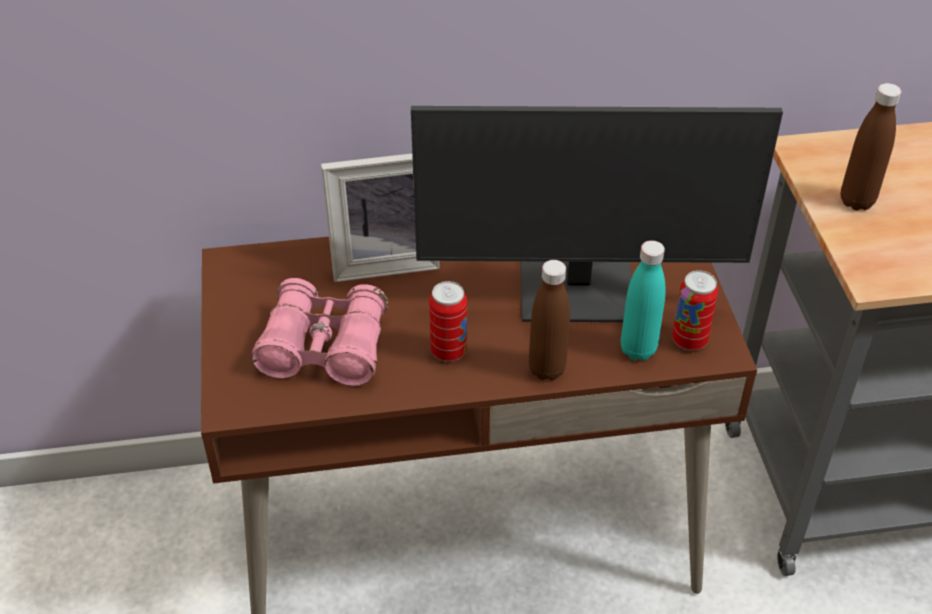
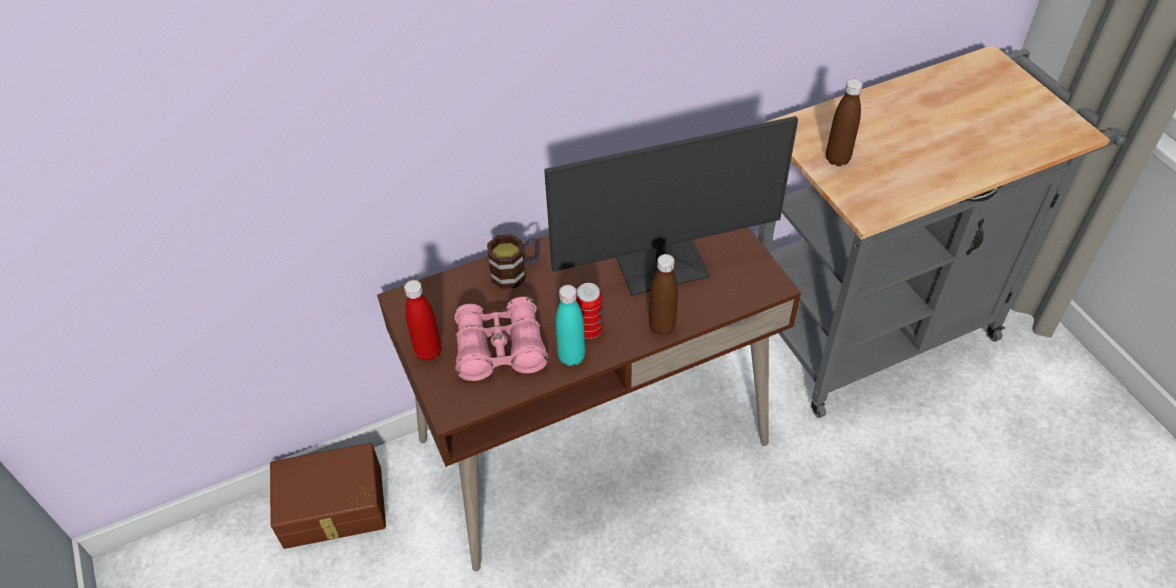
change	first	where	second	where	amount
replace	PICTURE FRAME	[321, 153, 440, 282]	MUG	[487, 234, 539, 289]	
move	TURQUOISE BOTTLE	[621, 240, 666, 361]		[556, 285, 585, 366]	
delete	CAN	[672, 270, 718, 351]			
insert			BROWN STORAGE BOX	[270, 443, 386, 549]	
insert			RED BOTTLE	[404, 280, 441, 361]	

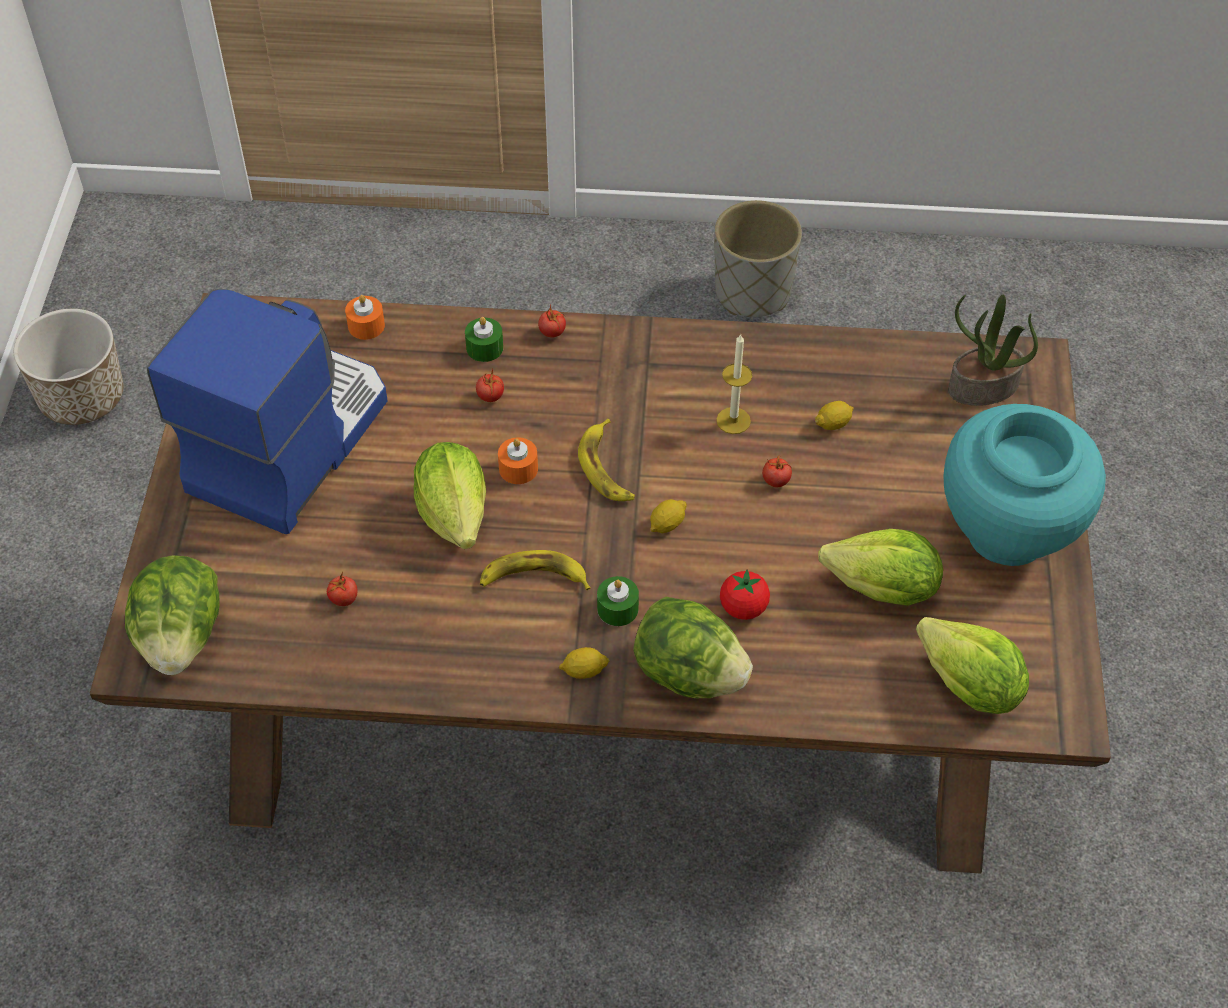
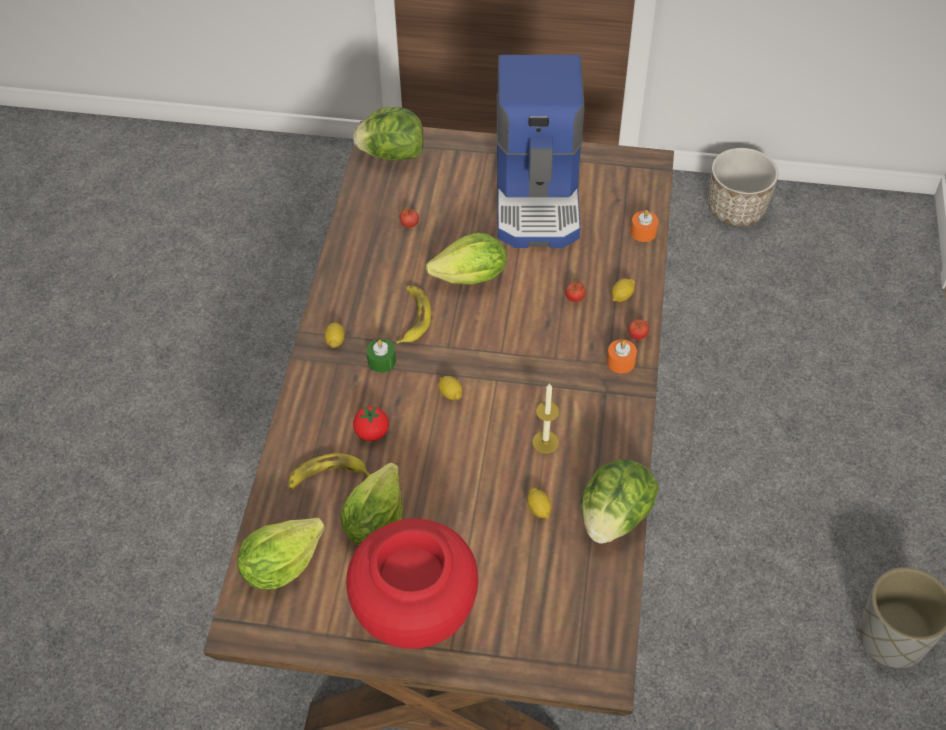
change	first	where	second	where	amount
rotate	COFFEE MACHINE	[147, 289, 388, 534]		[497, 55, 585, 248]	60 degrees clockwise
replace	GREEN CANDLE	[465, 317, 503, 362]	LEMON	[612, 279, 635, 302]	
move	ORANGE CANDLE	[498, 437, 538, 484]		[607, 339, 637, 374]	
move	BANANA	[578, 419, 635, 501]		[289, 453, 370, 489]	
move	LETTUCE	[633, 597, 753, 698]		[581, 459, 659, 544]	
delete	TOMATO	[762, 455, 792, 488]			
recolor	TURQUOISE VASE	[944, 404, 1106, 566]	RED VASE	[346, 518, 478, 649]	
delete	POTTED PLANT	[948, 295, 1038, 406]			

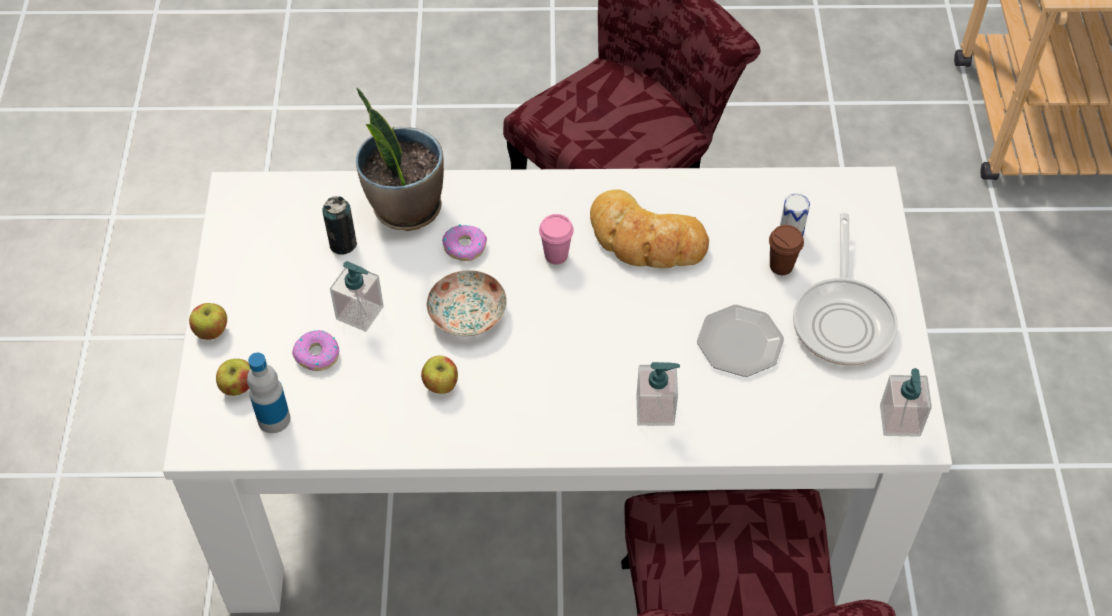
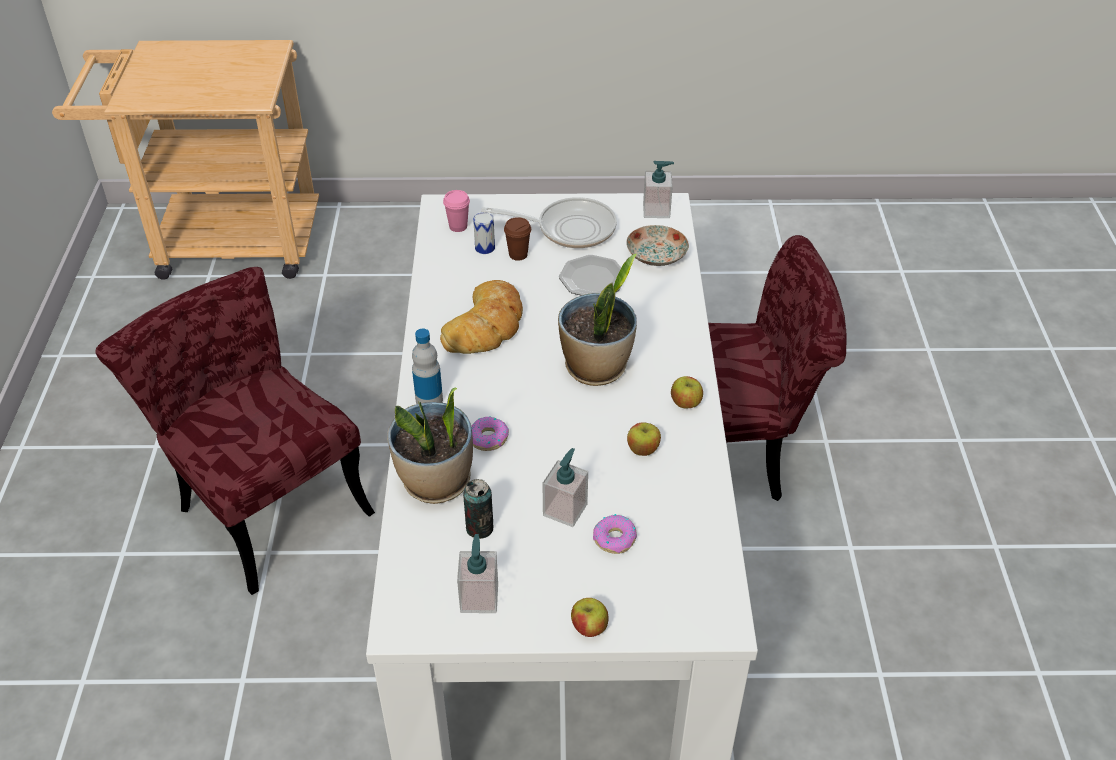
change	first	where	second	where	amount
move	APPLE	[216, 359, 250, 396]		[671, 376, 703, 408]	
move	BOTTLE	[247, 353, 290, 433]		[412, 329, 443, 404]	
move	PLATE	[427, 270, 507, 336]		[626, 225, 689, 266]	
move	PINK CUP	[539, 214, 574, 264]		[443, 190, 470, 232]	
move	SOAP DISPENSER	[636, 362, 680, 426]		[457, 534, 498, 613]	
insert			POTTED PLANT	[558, 254, 637, 386]	

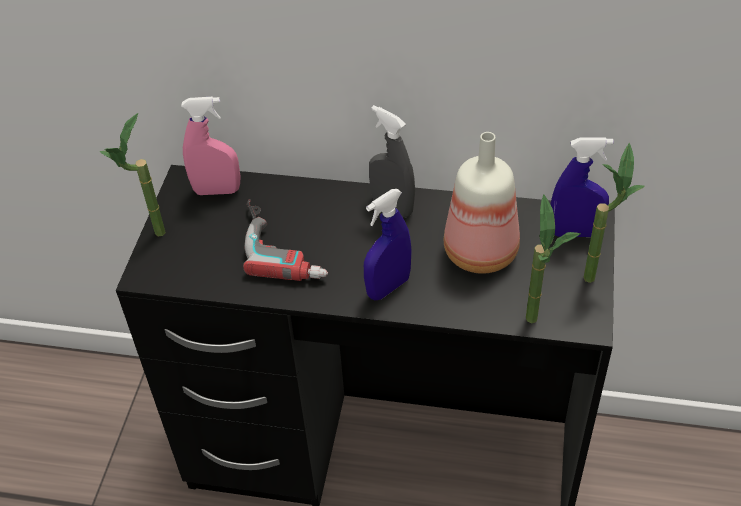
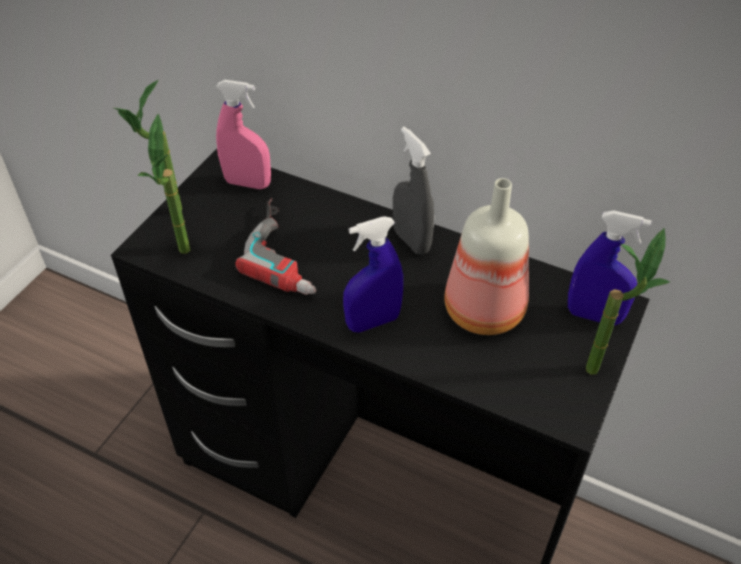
change	first	where	second	where	amount
move	POTTED PLANT	[526, 194, 581, 323]		[137, 114, 190, 254]	

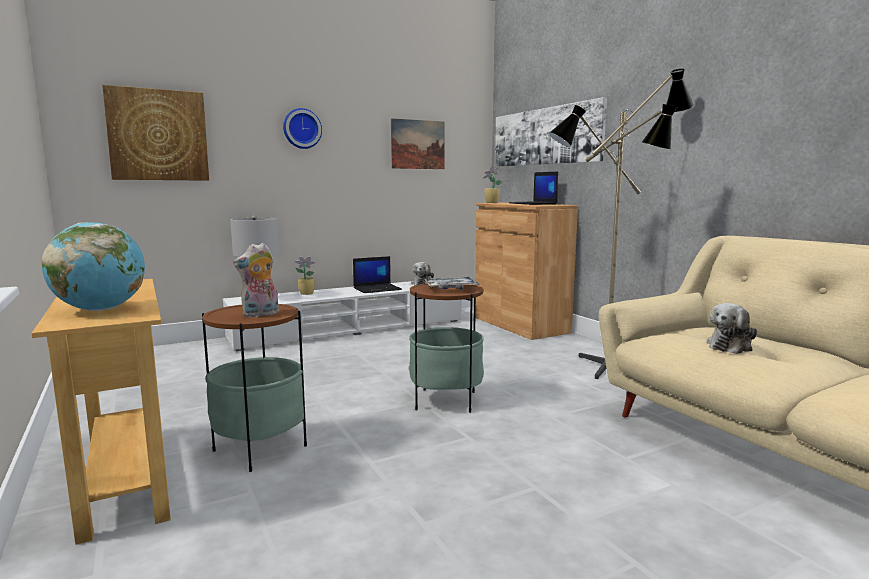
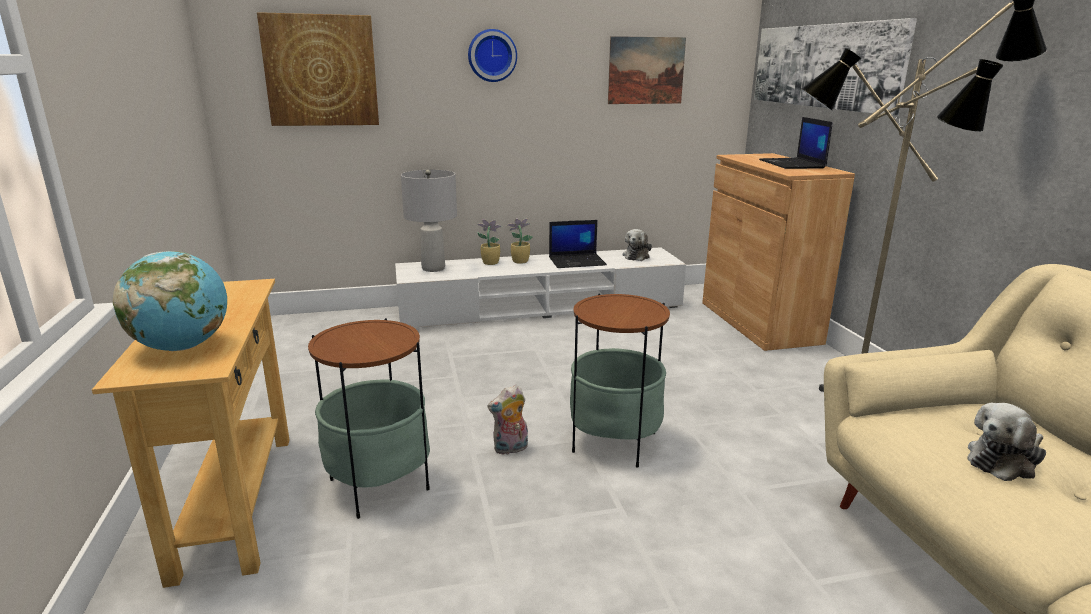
change	first	where	second	where	amount
move	PLUSH TOY	[233, 243, 279, 318]		[487, 385, 528, 455]	
delete	TRAY	[425, 277, 480, 290]			
move	POTTED PLANT	[483, 166, 503, 203]		[507, 218, 533, 264]	

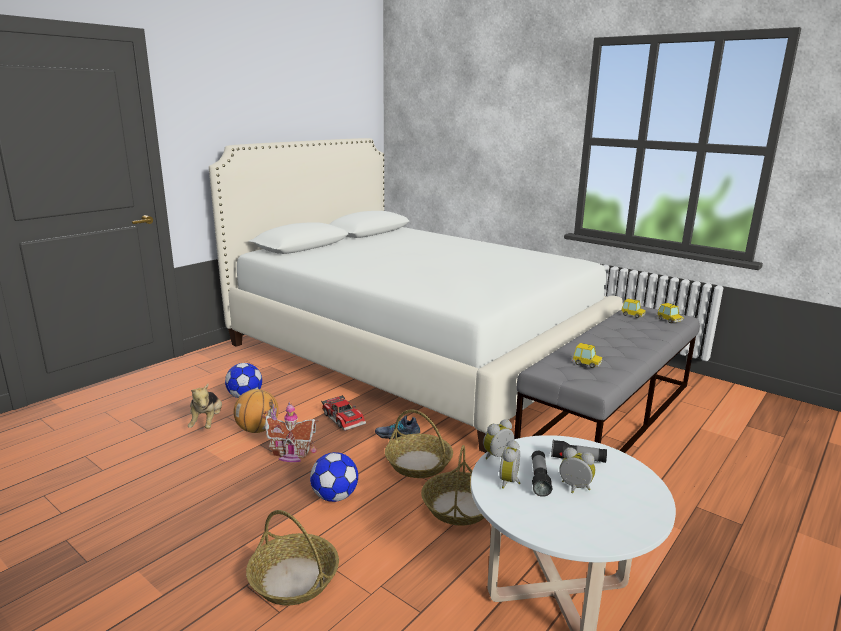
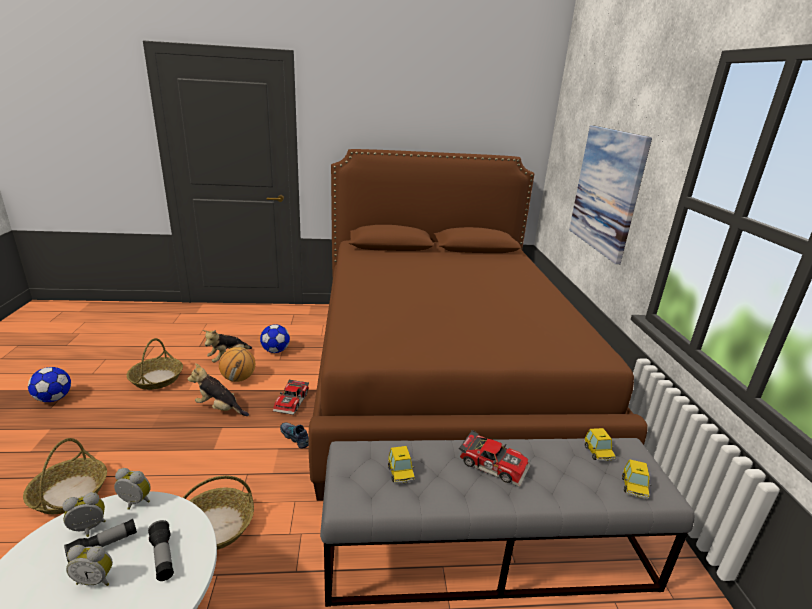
change	first	where	second	where	amount
recolor	WHITE BED	[209, 138, 623, 453]	BROWN BED	[308, 149, 648, 501]	
replace	TOY HOUSE	[262, 402, 319, 462]	PLUSH TOY	[188, 363, 249, 416]	
move	FOOTBALL	[310, 452, 358, 502]		[28, 367, 71, 402]	
move	BASKET	[385, 409, 453, 478]		[126, 338, 183, 390]	
rotate	ALARM CLOCK	[559, 448, 595, 493]		[66, 545, 113, 586]	105 degrees clockwise
insert			TOY CAR	[459, 430, 531, 487]	
insert			PICTURE	[569, 125, 652, 264]	

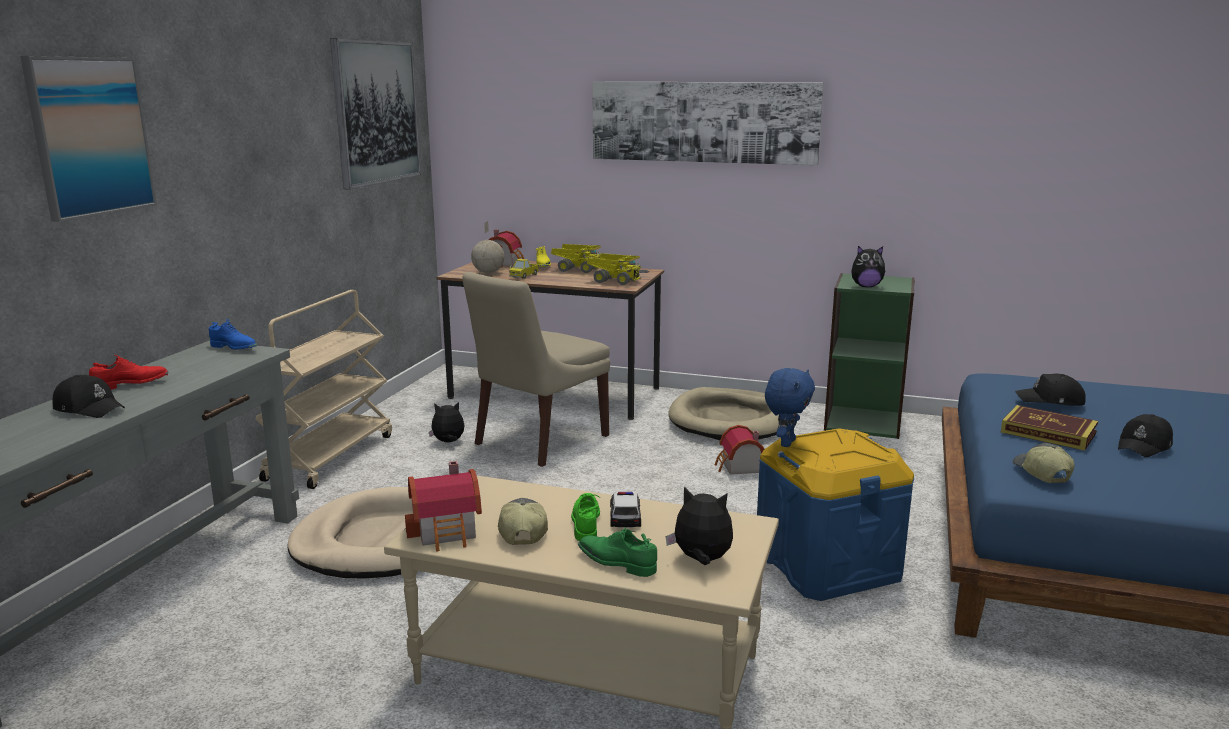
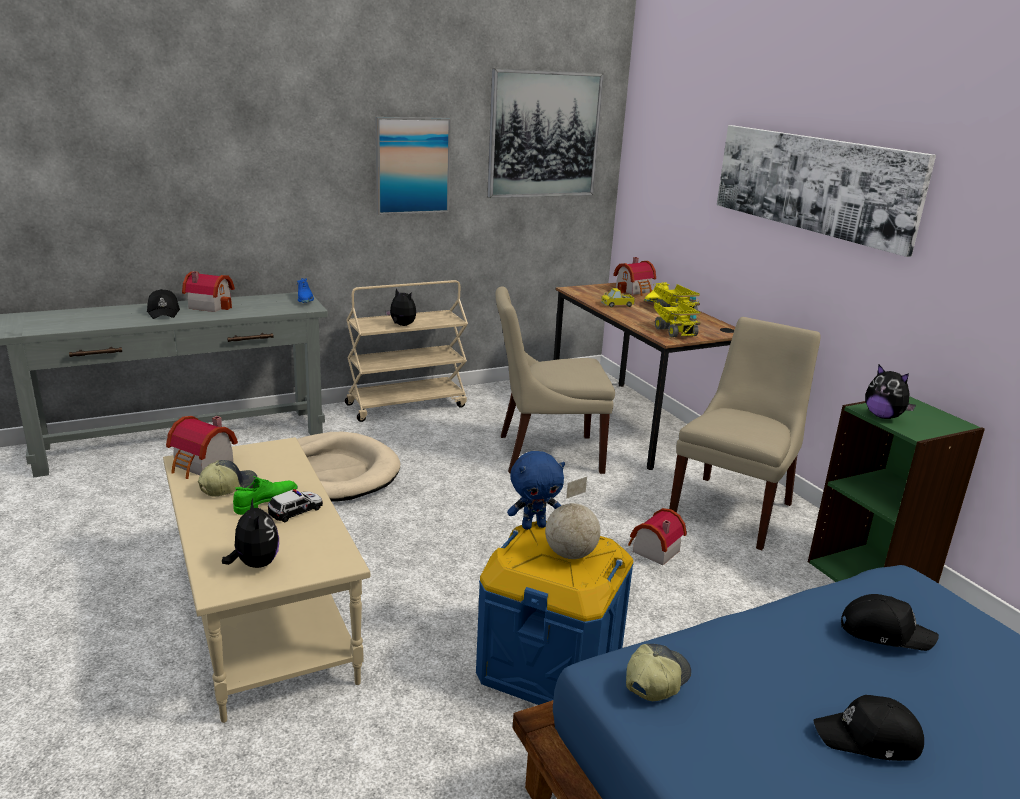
change	first	where	second	where	amount
move	PICTURE	[20, 56, 157, 222]		[376, 117, 451, 215]	
replace	RED SHOE	[89, 355, 168, 390]	TOY HOUSE	[182, 271, 235, 312]	
move	PLUSH TOY	[429, 402, 465, 442]		[385, 288, 416, 326]	
move	GLOBE	[471, 221, 504, 273]		[545, 477, 600, 559]	
delete	GREEN SHOE	[578, 527, 657, 577]			
replace	BEIGE DOG BED	[668, 387, 779, 440]	BEIGE CHAIR	[669, 317, 820, 550]	
delete	BOOK	[1001, 405, 1098, 451]			
rotate	BLACK CAP	[1015, 373, 1085, 406]		[841, 594, 939, 651]	135 degrees clockwise

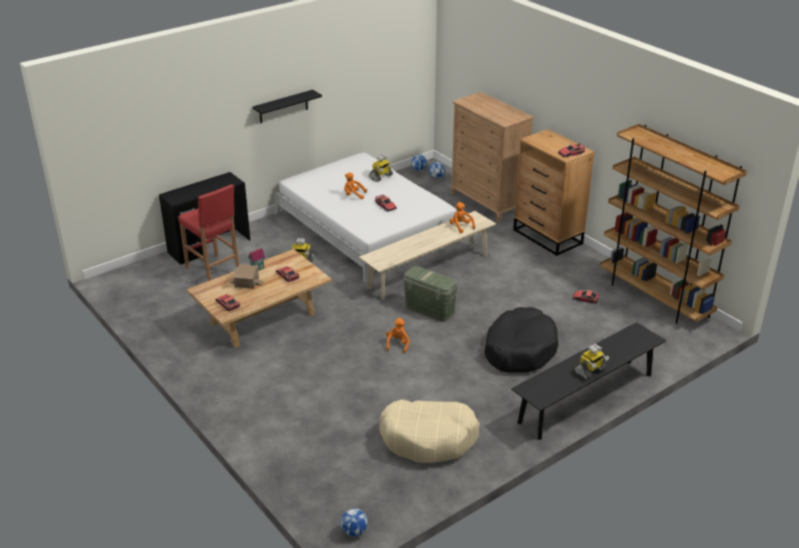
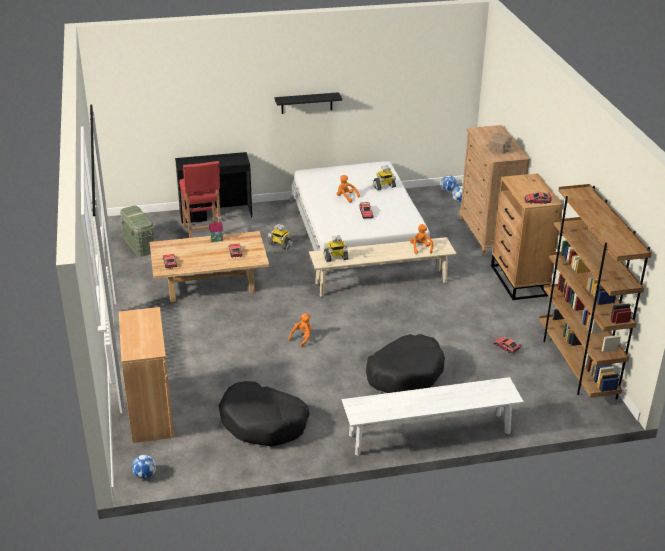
change	first	where	second	where	amount
move	TOY HOUSE	[230, 264, 264, 289]		[485, 133, 514, 154]	
recolor	BEIGE DOG BED	[379, 400, 480, 463]	BLACK DOG BED	[219, 381, 310, 447]	
move	GREEN STORAGE BOX	[403, 266, 458, 322]		[120, 206, 154, 257]	
recolor	BLACK BENCH	[511, 322, 666, 440]	WHITE BENCH	[342, 377, 524, 456]	
move	TOY ROBOT	[574, 344, 609, 380]		[324, 235, 349, 262]	
insert			BROWN CABINET	[119, 307, 174, 443]	

